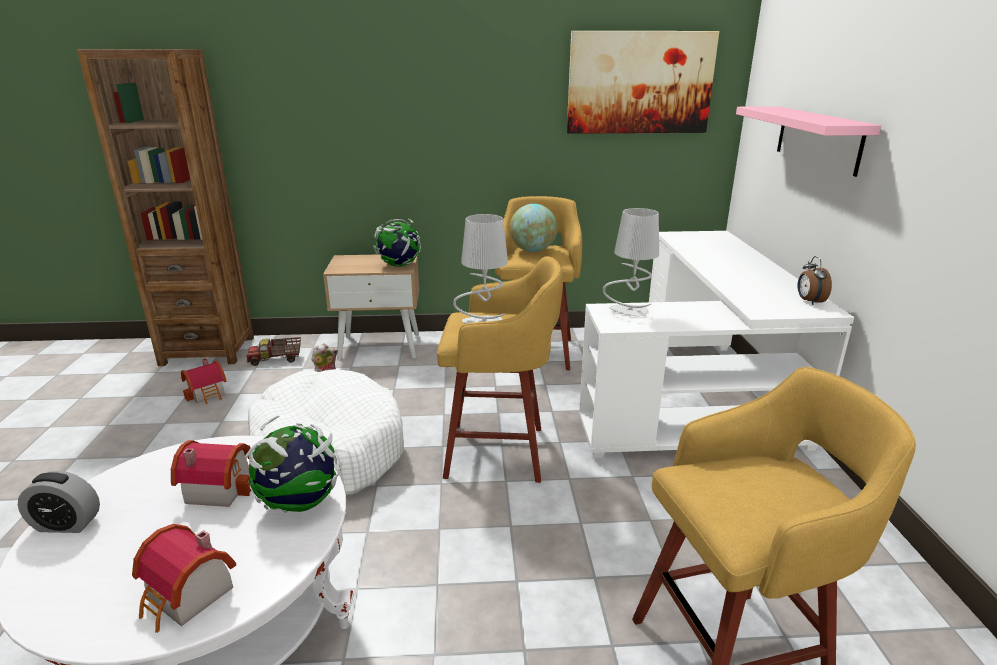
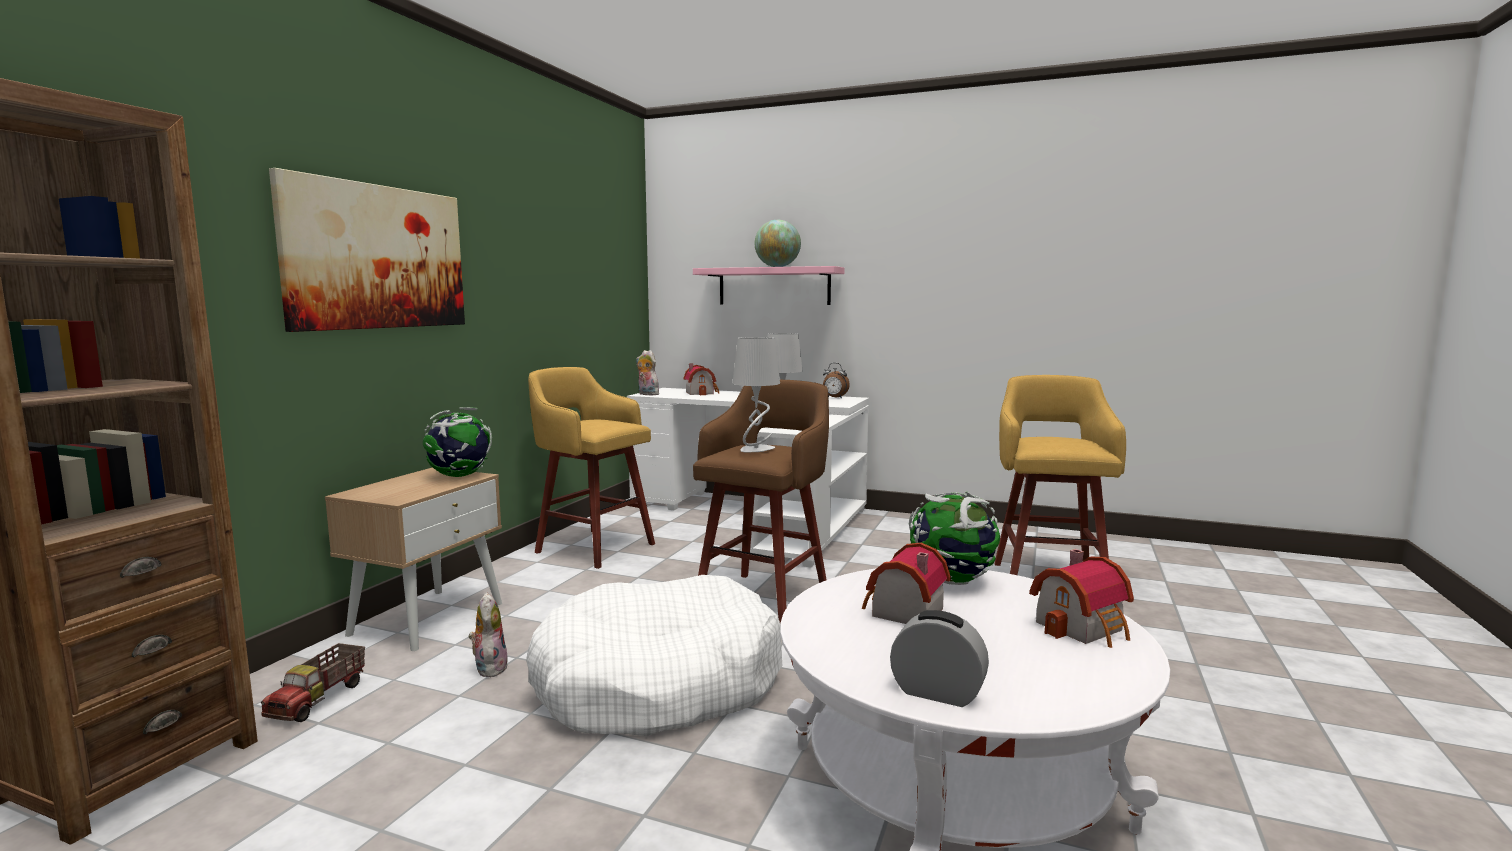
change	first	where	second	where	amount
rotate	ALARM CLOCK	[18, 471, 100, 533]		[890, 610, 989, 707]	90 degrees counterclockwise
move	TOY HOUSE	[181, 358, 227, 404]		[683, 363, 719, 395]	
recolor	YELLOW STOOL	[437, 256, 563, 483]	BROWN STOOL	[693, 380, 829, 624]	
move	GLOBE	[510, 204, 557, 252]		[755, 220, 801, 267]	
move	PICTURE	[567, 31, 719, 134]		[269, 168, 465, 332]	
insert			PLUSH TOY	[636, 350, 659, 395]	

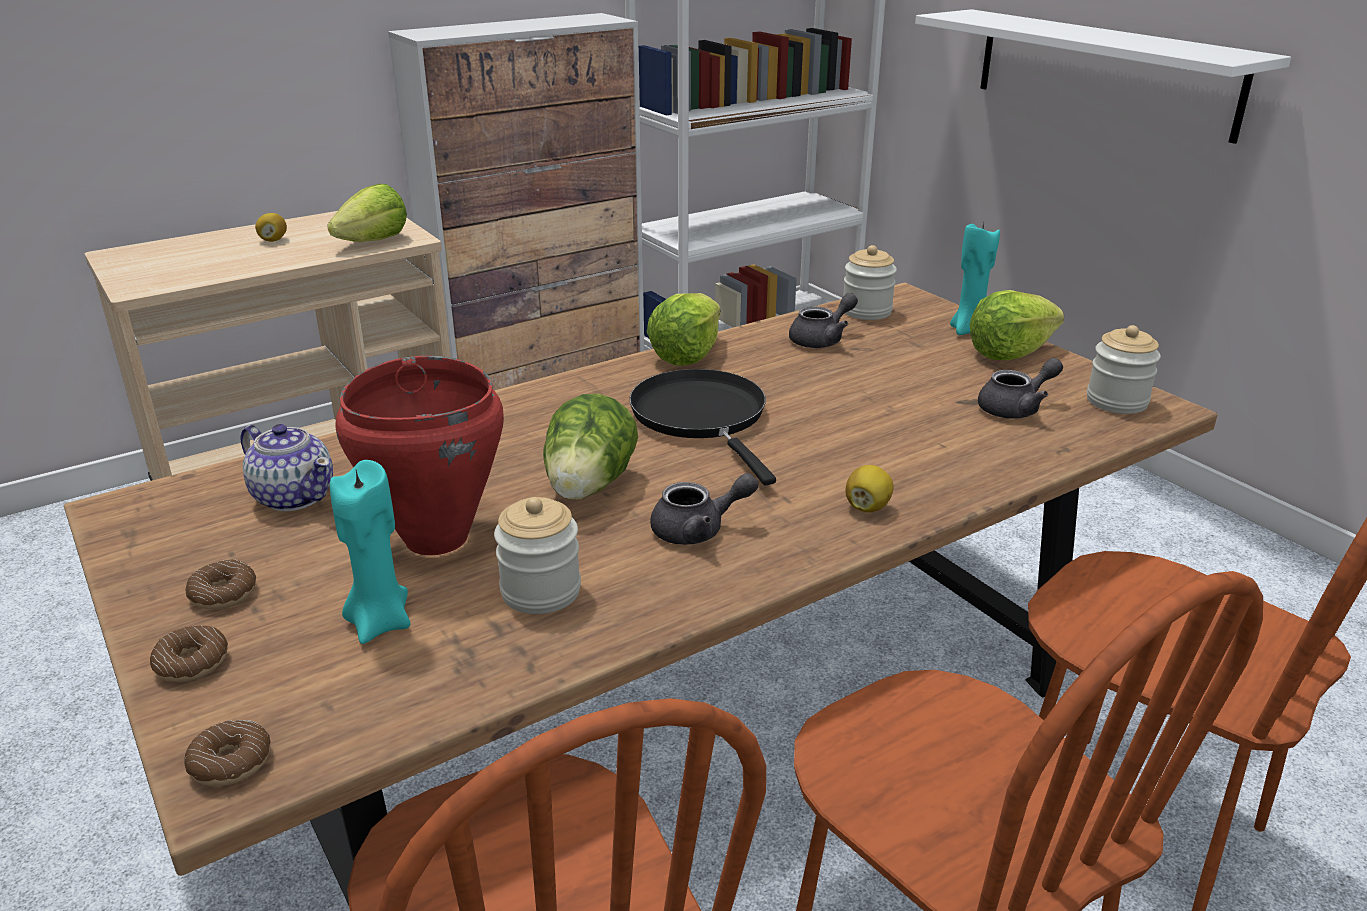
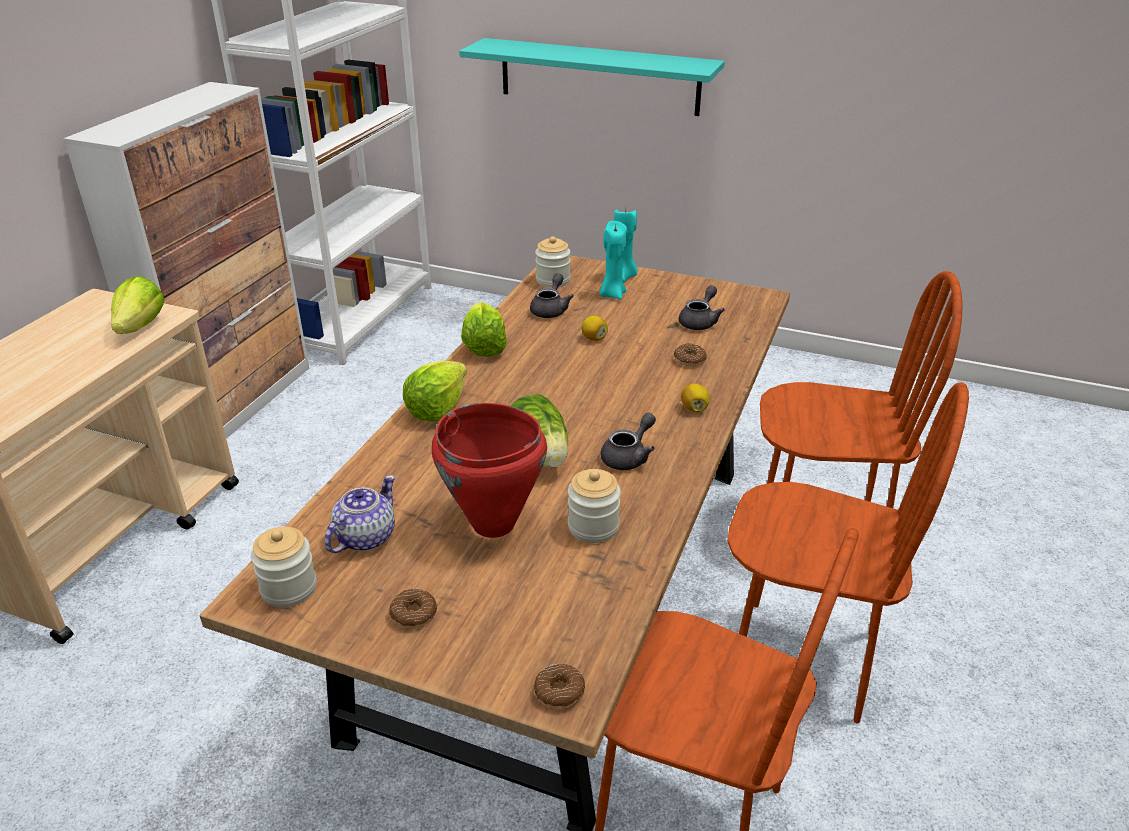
change	first	where	second	where	amount
move	DONUT	[150, 626, 228, 682]		[673, 343, 707, 366]	
rotate	TEAPOT	[240, 424, 333, 511]		[325, 475, 395, 553]	60 degrees counterclockwise
move	LEMON	[255, 213, 287, 242]		[581, 316, 608, 341]	
move	TURQUOISE CANDLE	[330, 460, 410, 644]		[600, 221, 627, 299]	
delete	BLACK FRYING PAN	[629, 369, 776, 485]			
recolor	WHITE SHELF	[915, 9, 1291, 144]	TURQUOISE SHELF	[459, 38, 725, 116]	
move	LETTUCE	[969, 290, 1064, 360]		[403, 361, 467, 422]	
move	JAR	[1087, 325, 1161, 414]		[251, 527, 316, 607]	

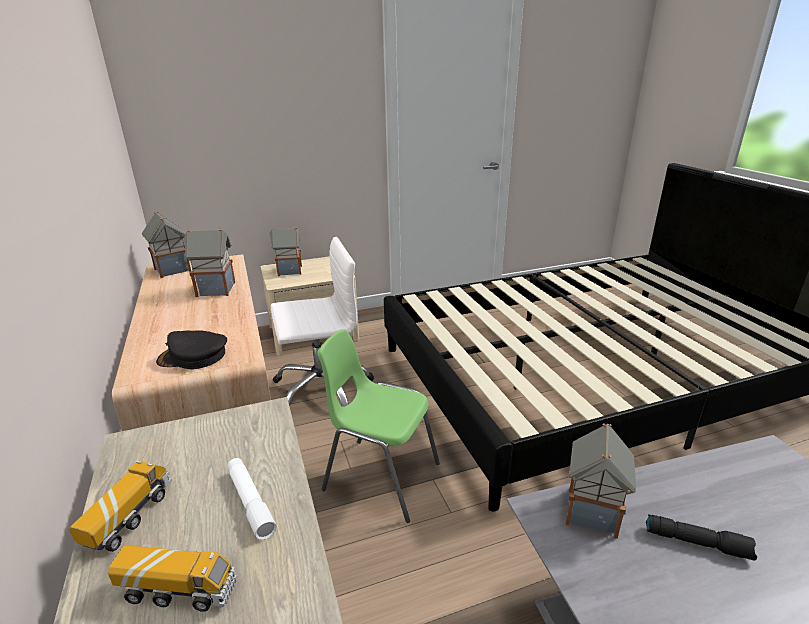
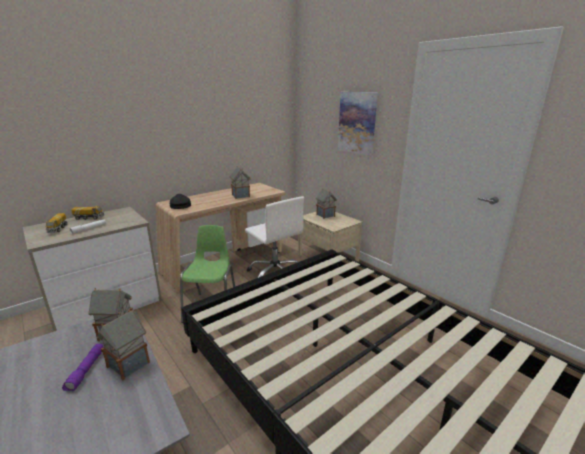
change	first	where	second	where	amount
move	TOY HOUSE	[142, 211, 191, 278]		[97, 309, 150, 380]	
recolor	BLACK FLASHLIGHT	[646, 514, 757, 561]	PURPLE FLASHLIGHT	[62, 344, 103, 391]	
insert			PICTURE	[338, 92, 378, 156]	

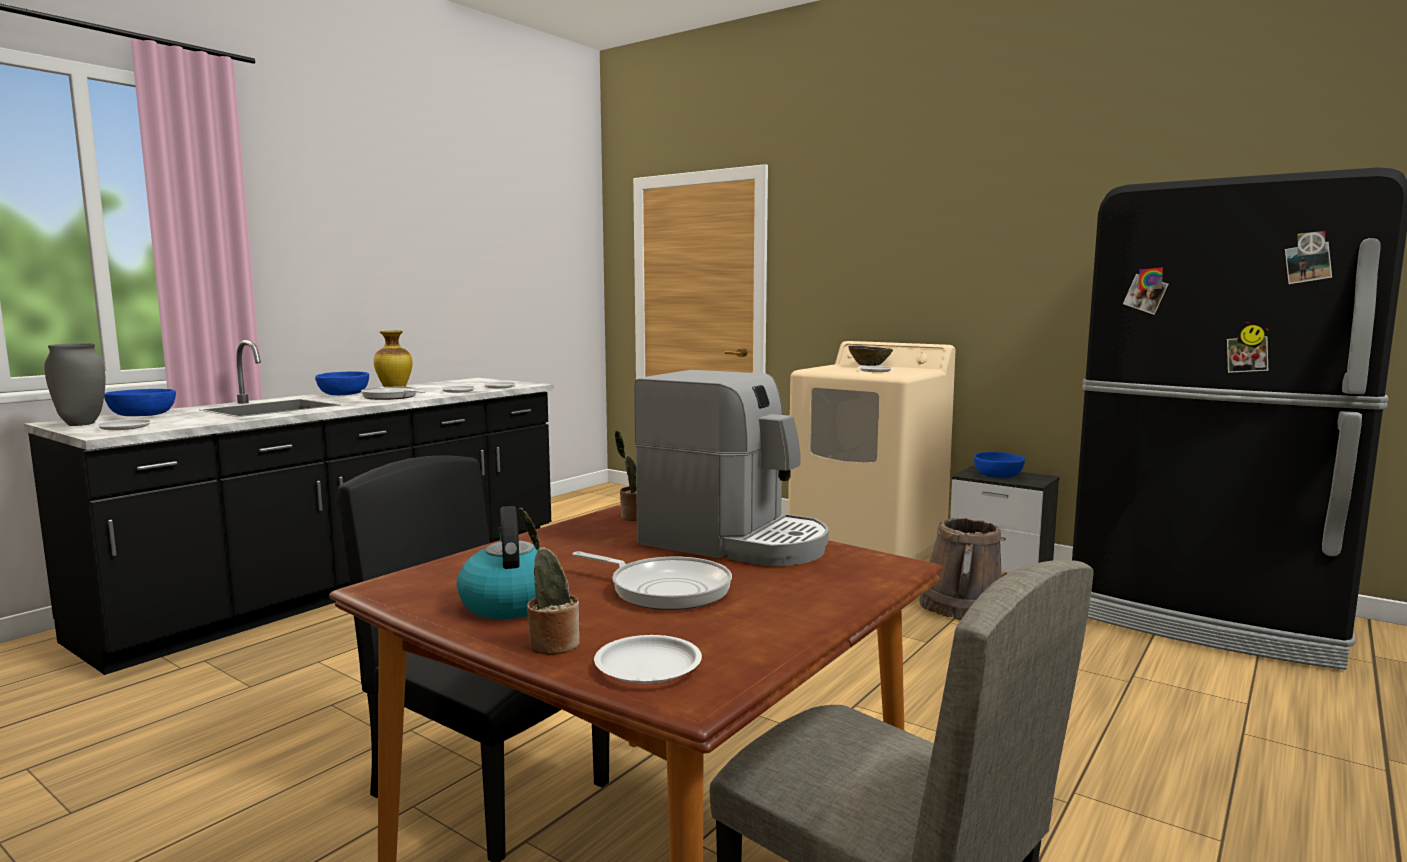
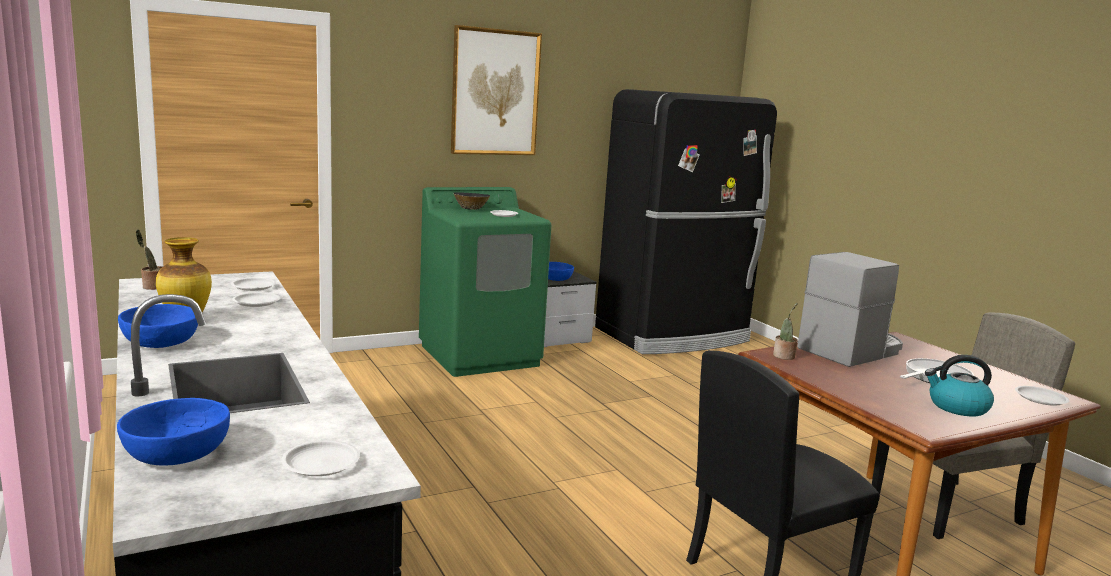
change	first	where	second	where	amount
delete	GREY VASE	[44, 343, 105, 426]			
delete	FRYING PAN	[361, 387, 425, 400]			
move	POTTED PLANT	[518, 508, 580, 655]		[136, 229, 162, 290]	
recolor	BEIGE WASHING MACHINE	[788, 341, 956, 560]	GREEN WASHING MACHINE	[419, 187, 551, 377]	
delete	BROWN BUCKET	[919, 518, 1001, 620]			
insert			PICTURE	[451, 25, 542, 155]	

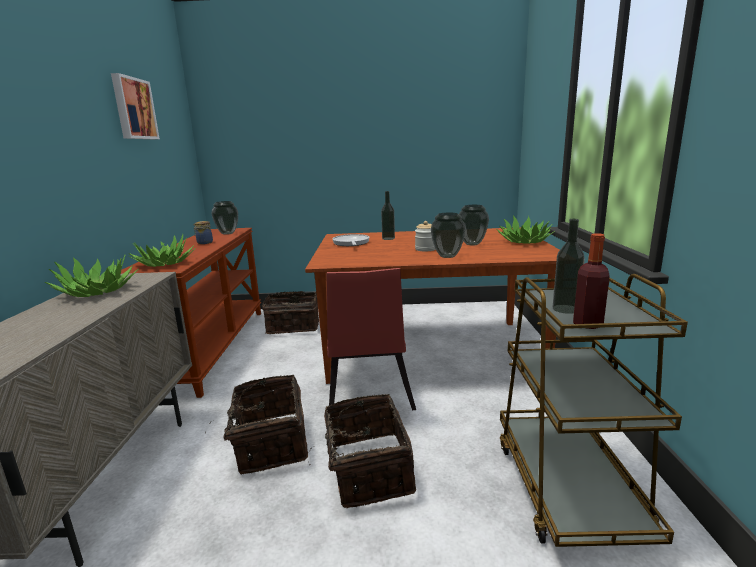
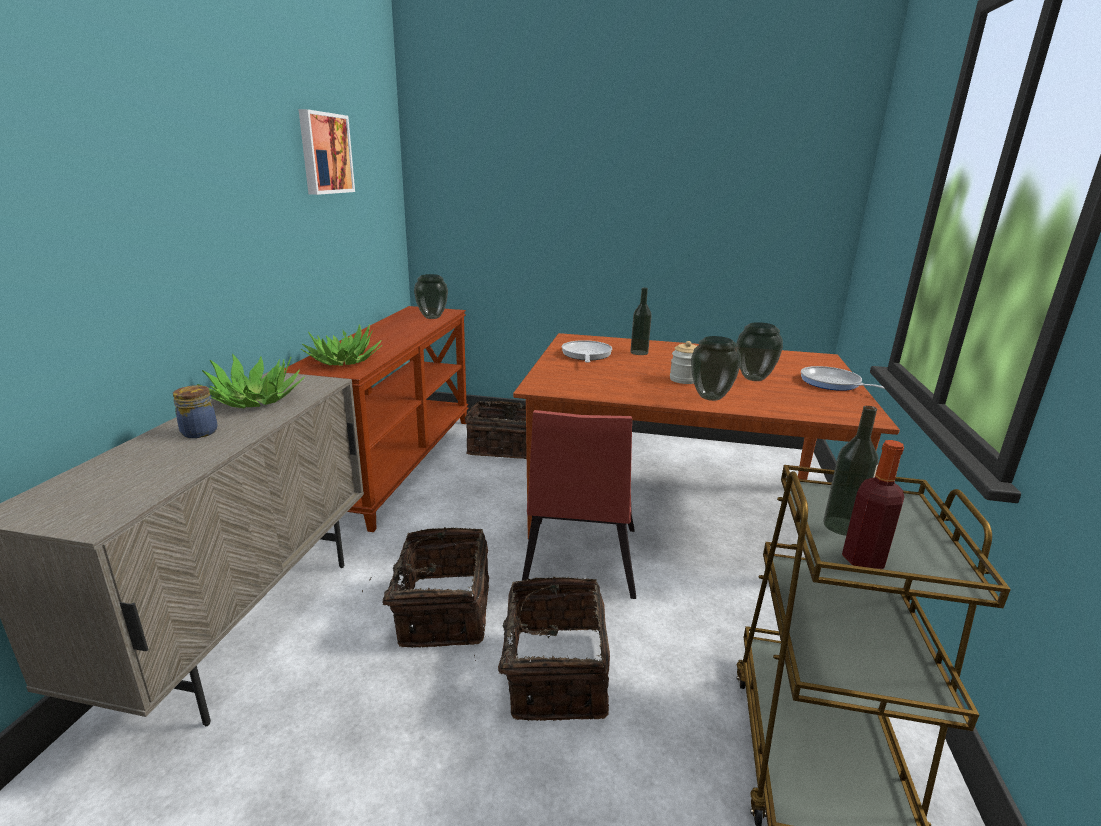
change	first	where	second	where	amount
move	JAR	[193, 221, 213, 244]		[173, 385, 218, 438]	
replace	POTTED PLANT	[497, 216, 555, 244]	FRYING PAN	[801, 366, 885, 391]	

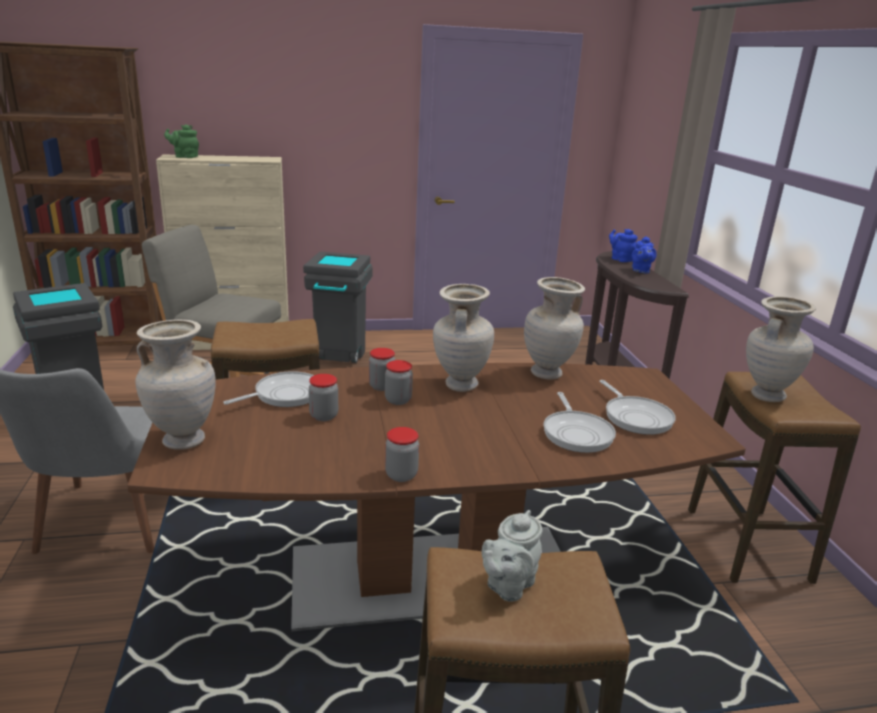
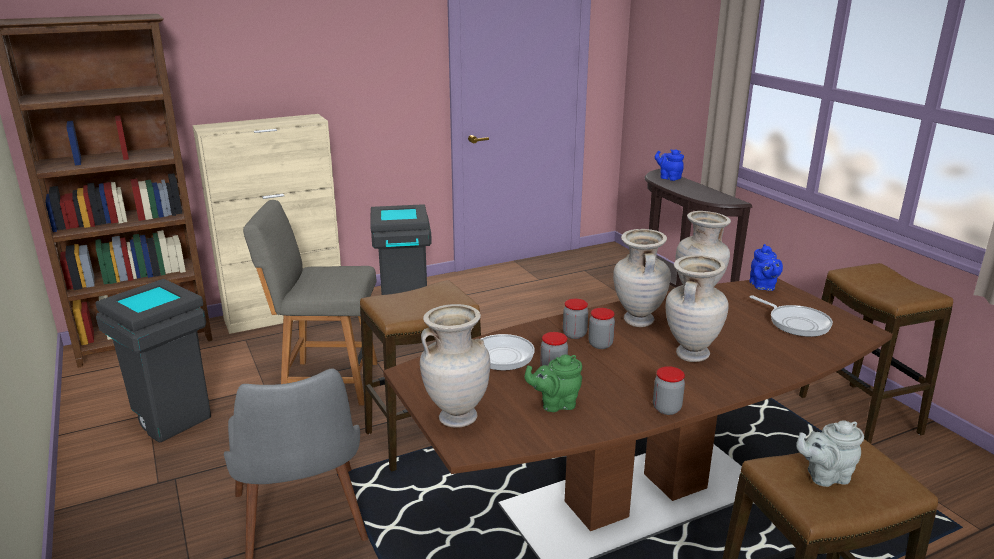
change	first	where	second	where	amount
move	GREEN TEAPOT	[164, 125, 199, 158]		[525, 354, 582, 412]	
rotate	GREY TEAPOT	[482, 510, 542, 601]		[796, 420, 864, 487]	60 degrees clockwise
delete	FRYING PAN	[543, 392, 616, 453]			
move	BLUE TEAPOT	[632, 236, 656, 274]		[749, 244, 783, 291]	
move	BEIGE VASE	[746, 296, 816, 402]		[665, 255, 729, 362]	

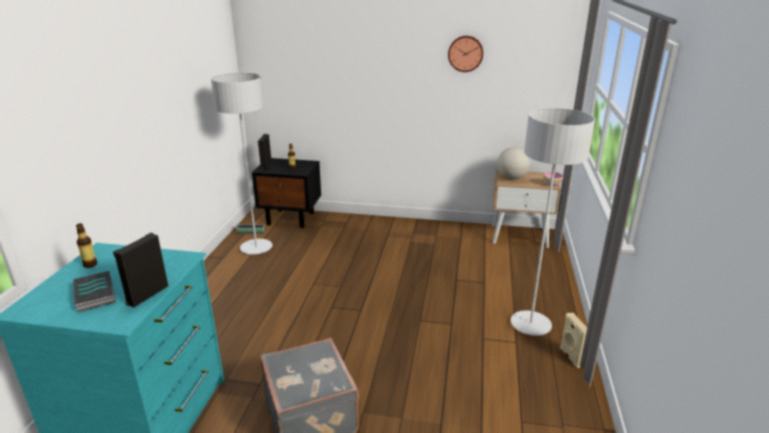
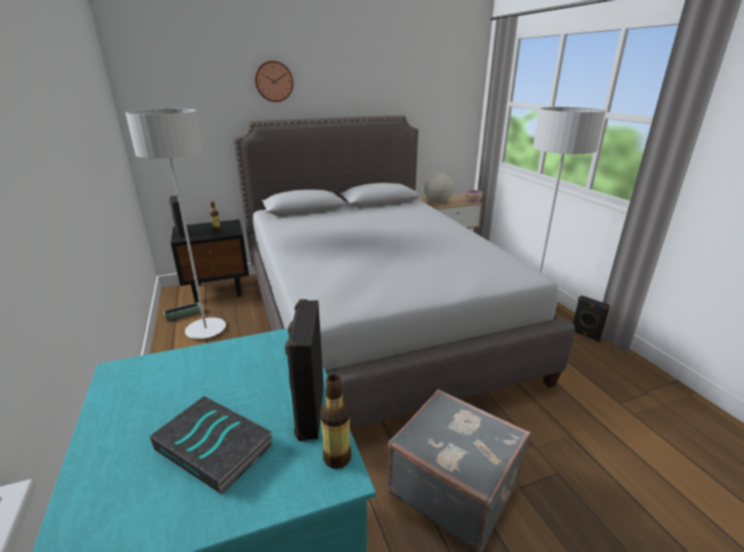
change	first	where	second	where	amount
move	BOTTLE	[76, 223, 97, 268]		[320, 375, 351, 469]	
move	WALL CLOCK	[448, 36, 483, 72]		[255, 61, 293, 102]	
recolor	BEIGE SPEAKER	[560, 313, 587, 368]	BLACK SPEAKER	[573, 296, 610, 342]	
insert			GREY BED	[233, 115, 575, 429]	

